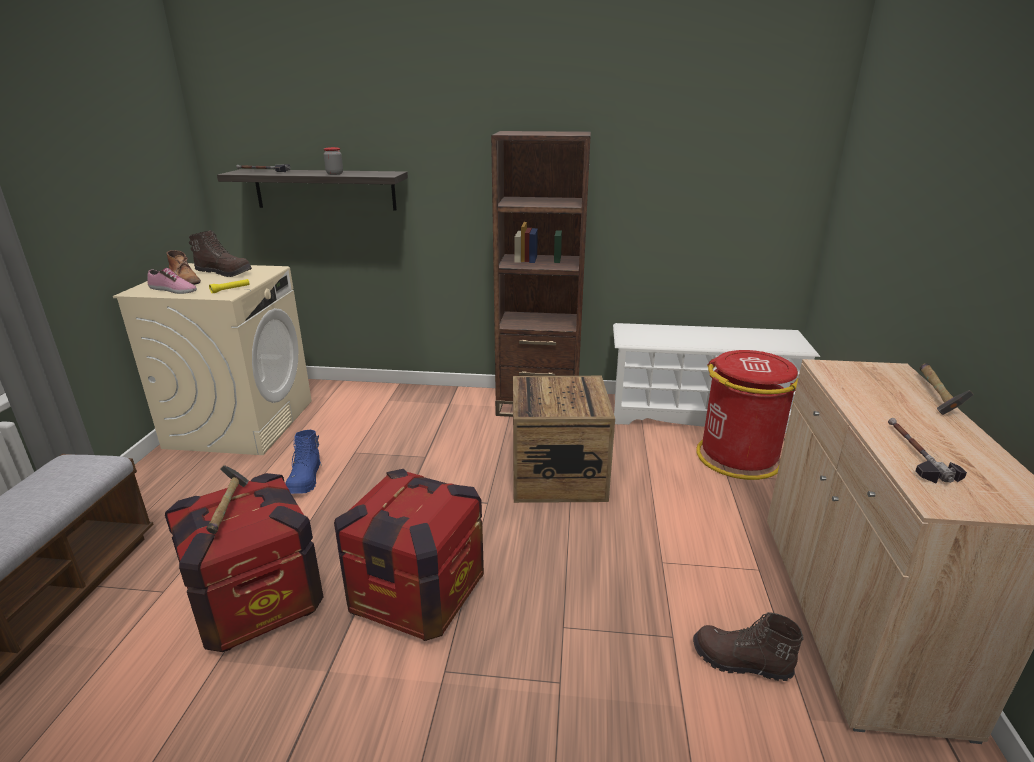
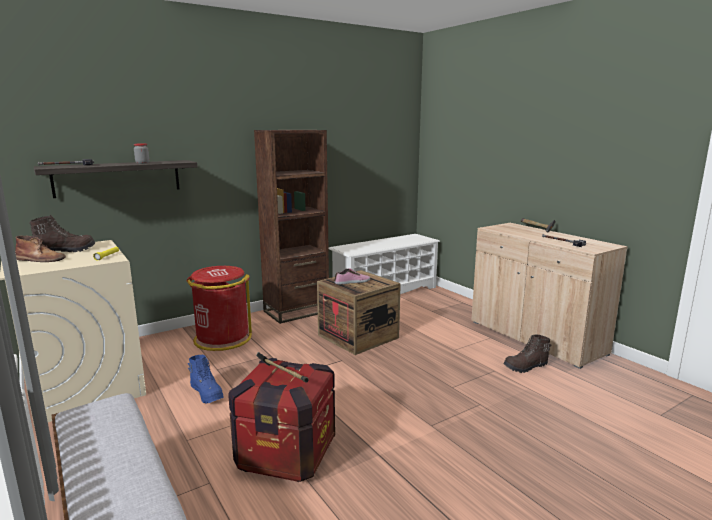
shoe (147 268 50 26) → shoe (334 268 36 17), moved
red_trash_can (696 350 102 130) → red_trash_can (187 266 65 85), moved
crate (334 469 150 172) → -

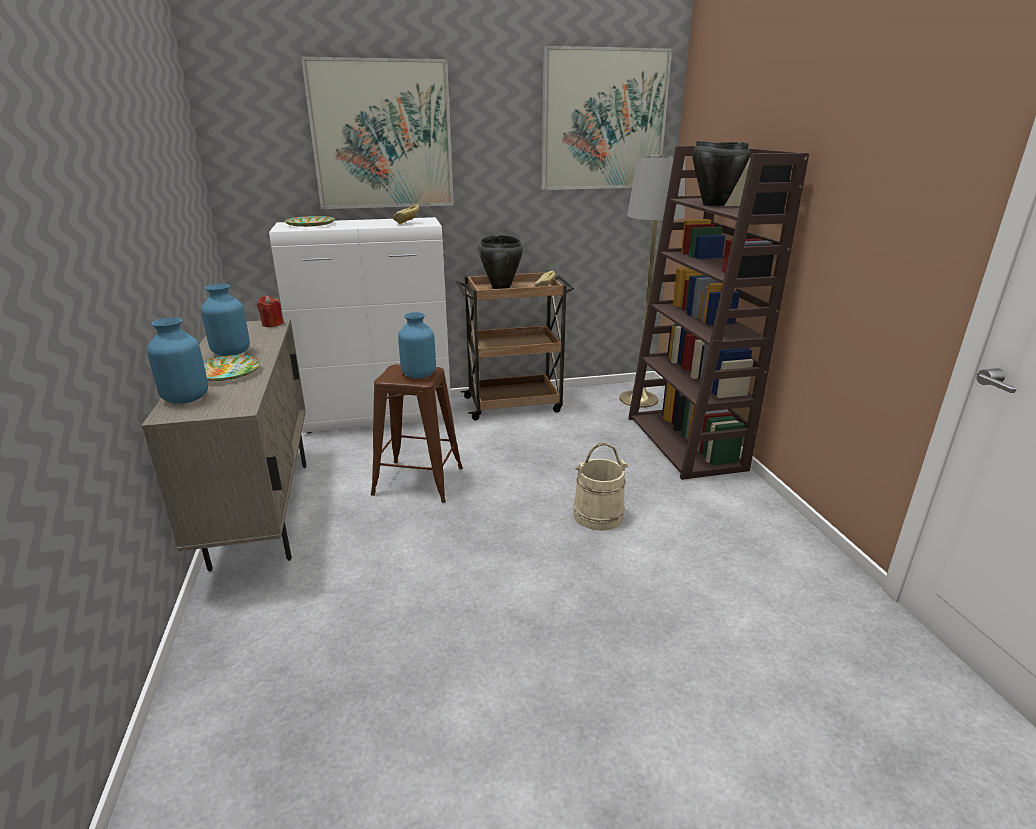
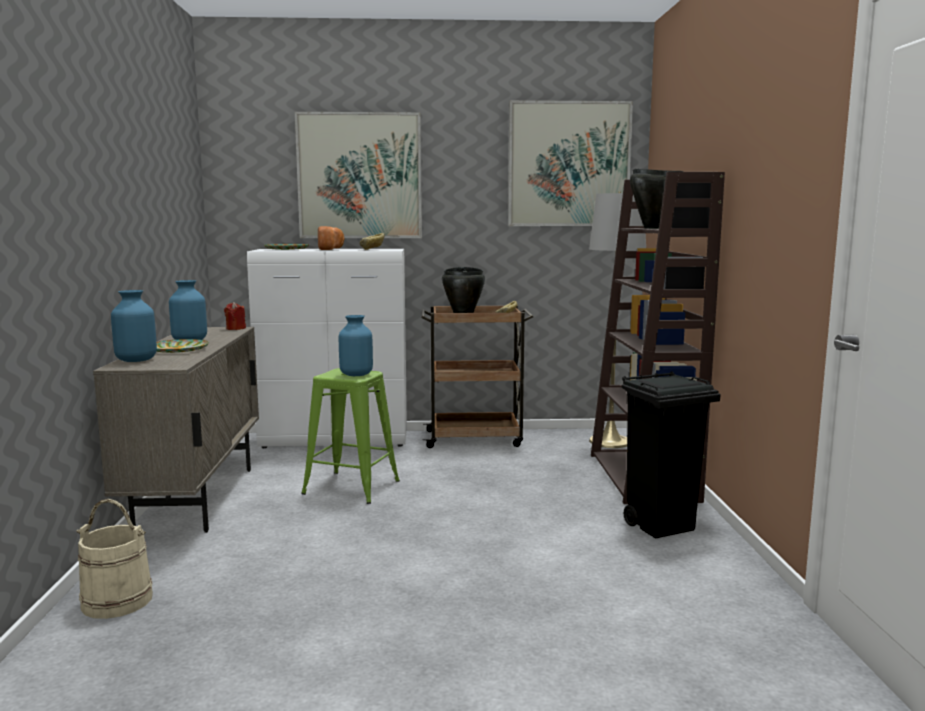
brown_stool (371 364 92 139) → green_stool (301 368 99 136)
beige_bucket (573 442 56 89) → beige_bucket (76 499 77 120), moved
- → bread (318 226 27 24)
- → black_trash_can (622 371 99 168)

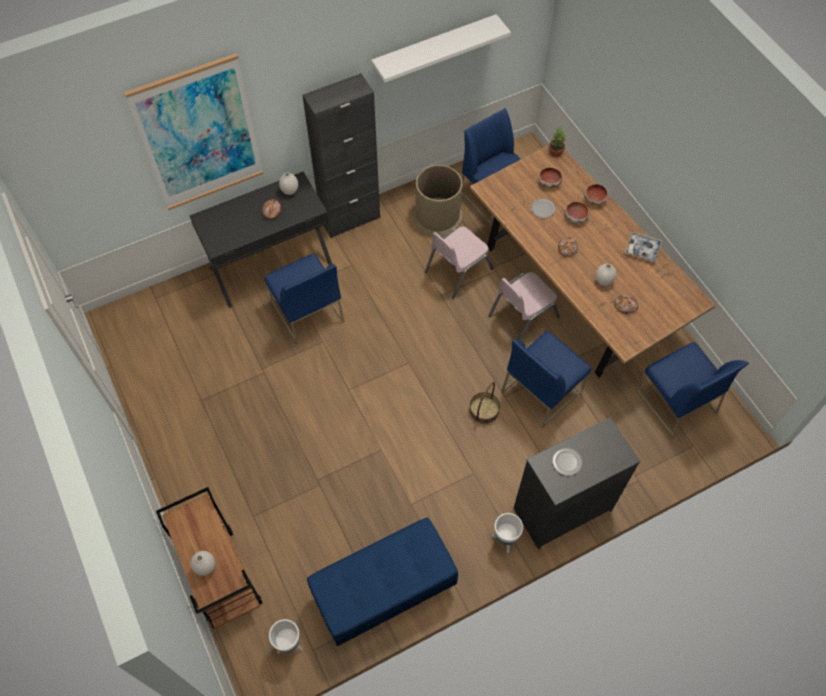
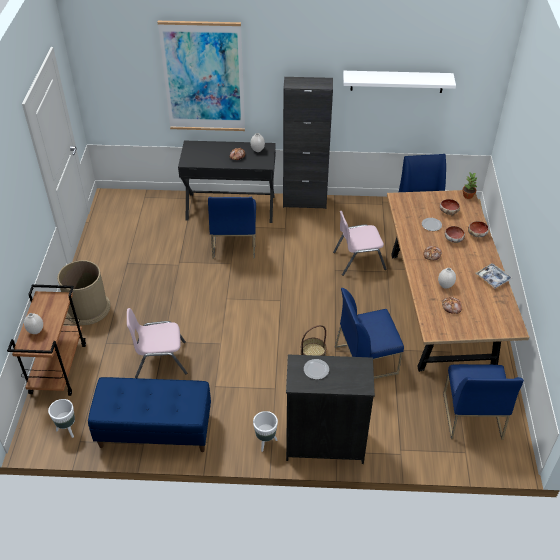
brown_trash_can (413 165 50 71) → brown_trash_can (57 260 54 65), moved
pink_chair (488 272 72 68) → pink_chair (127 308 60 70), moved

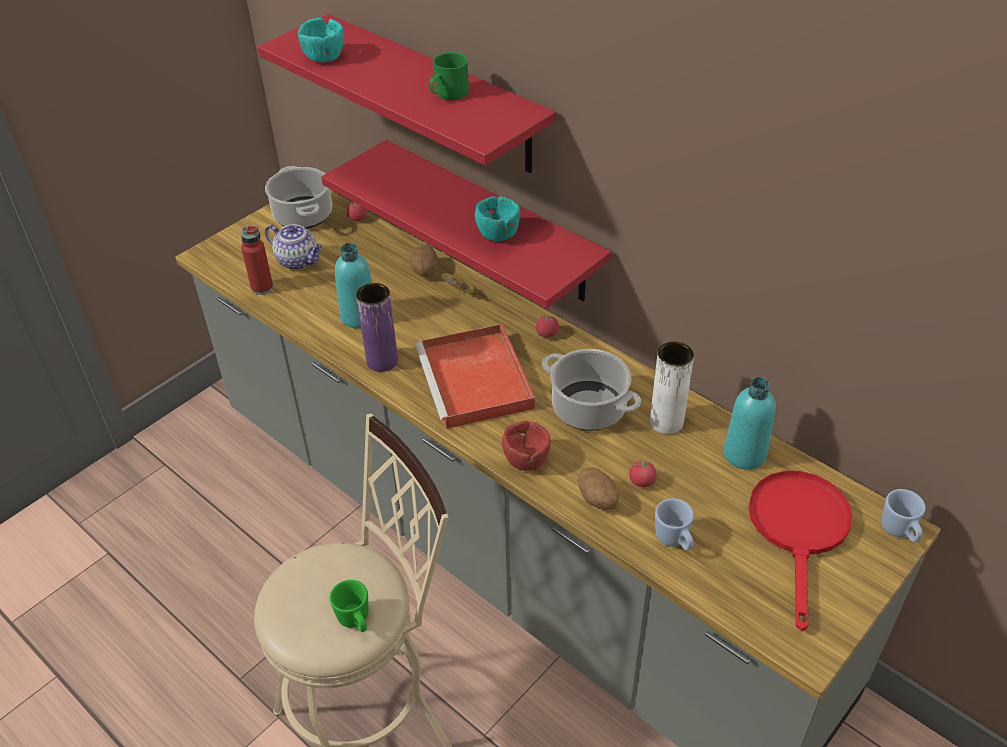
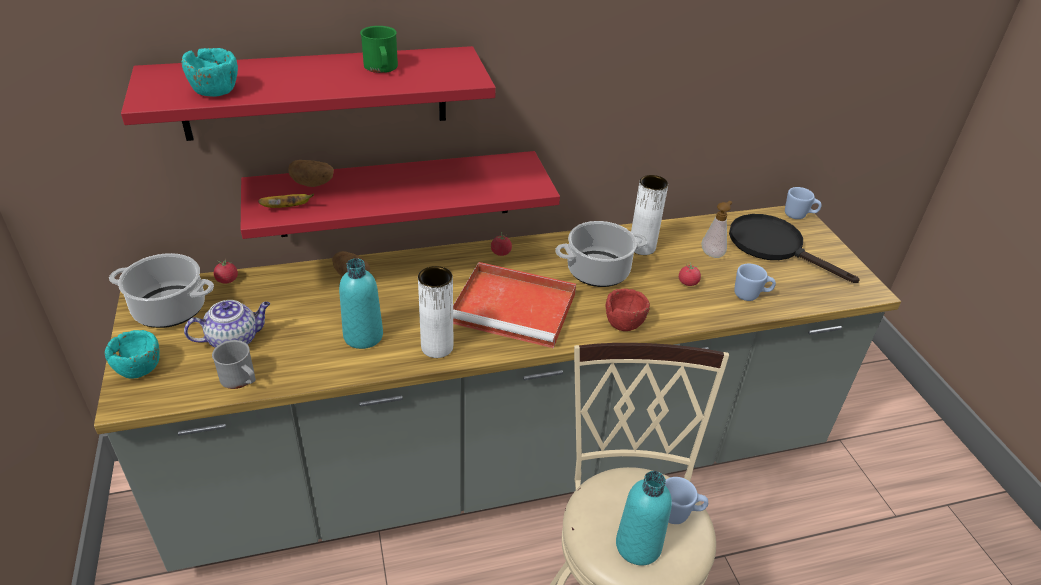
turquoise_bowl (475 196 45 45) → turquoise_bowl (105 330 55 49), moved
red_bottle (241 226 32 69) → grey_mug (212 340 44 49)
banana (441 273 36 22) → banana (258 194 56 14), moved
purple_vase (356 283 42 89) → white_vase (418 266 35 92)
turquoise_bottle (724 377 52 93) → turquoise_bottle (616 471 56 95), moved
potato (578 468 41 42) → potato (288 160 46 27), moved
red_frying_pan (748 471 105 160) → black_frying_pan (729 214 131 69)
green_mug (330 580 38 52) → blue_mug (665 477 43 47)
- → soap_dispenser (701 201 31 57)

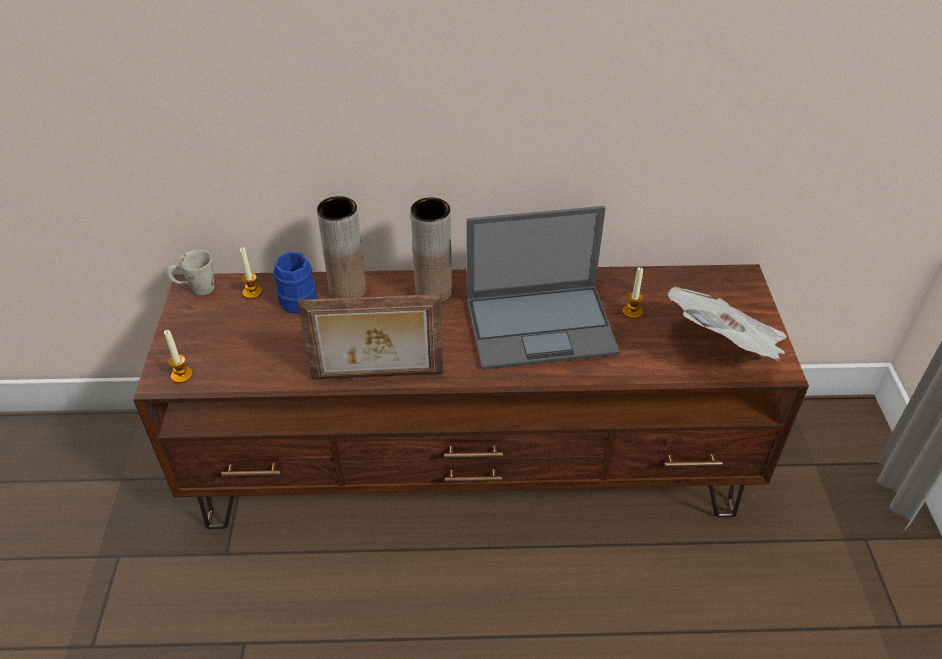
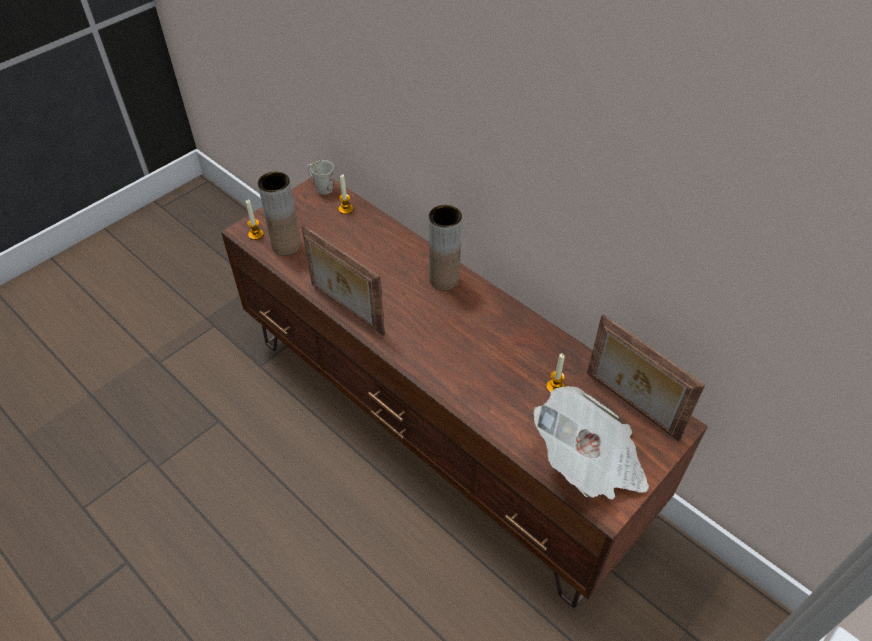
brown_vase (317 196 49 102) → brown_vase (258 172 43 84), moved
laptop (466 206 154 164) → -
blue_mug (273 252 44 62) → -
- → picture_frame (587 314 118 127)

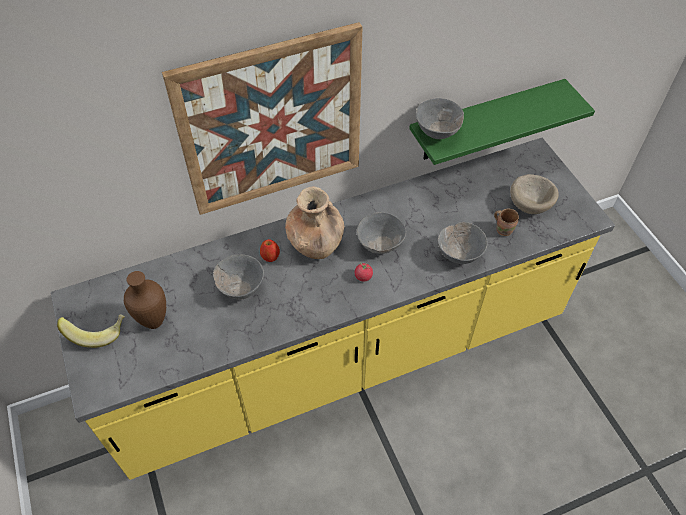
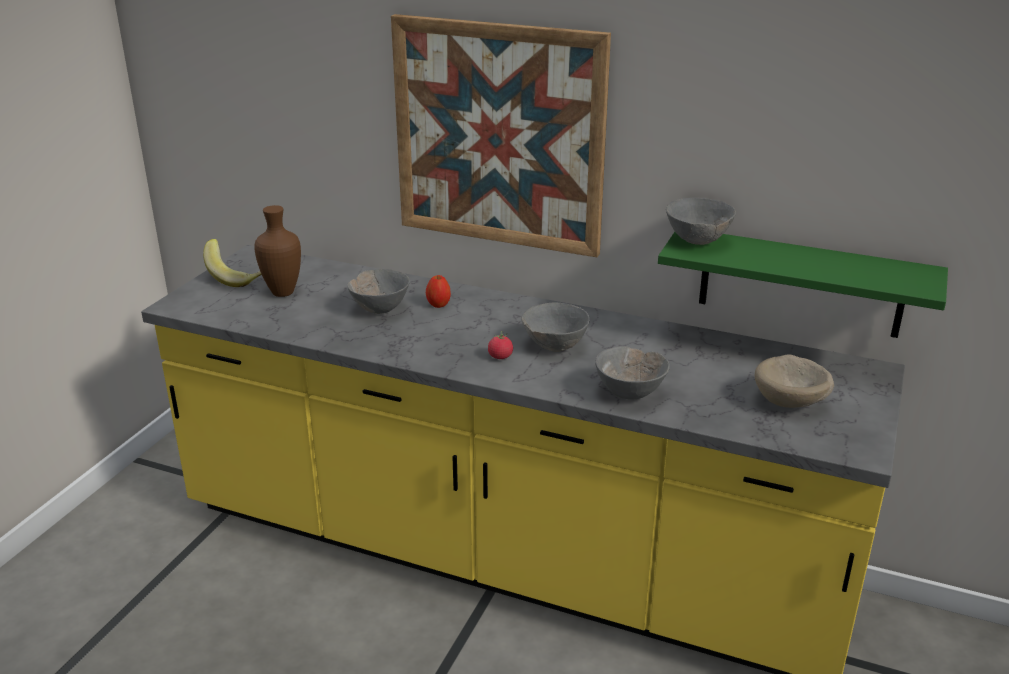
brown_vase (285 187 59 72) → -
brown_mug (494 208 25 28) → -

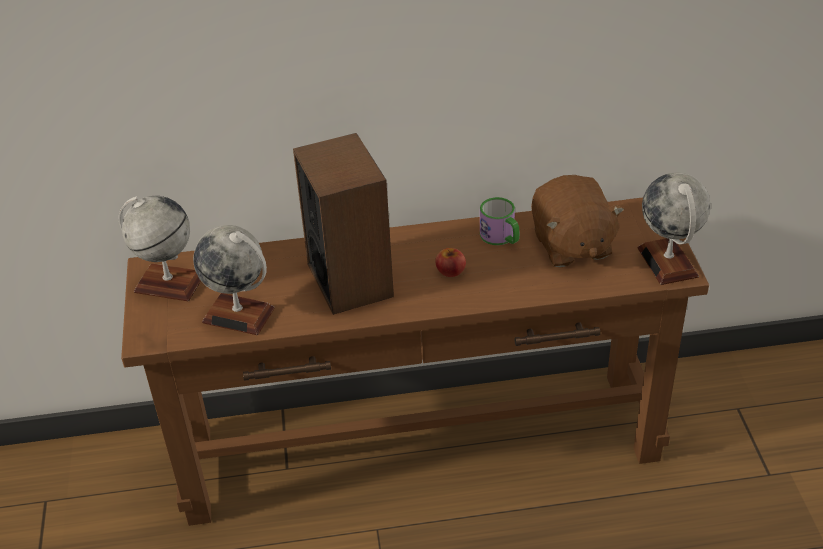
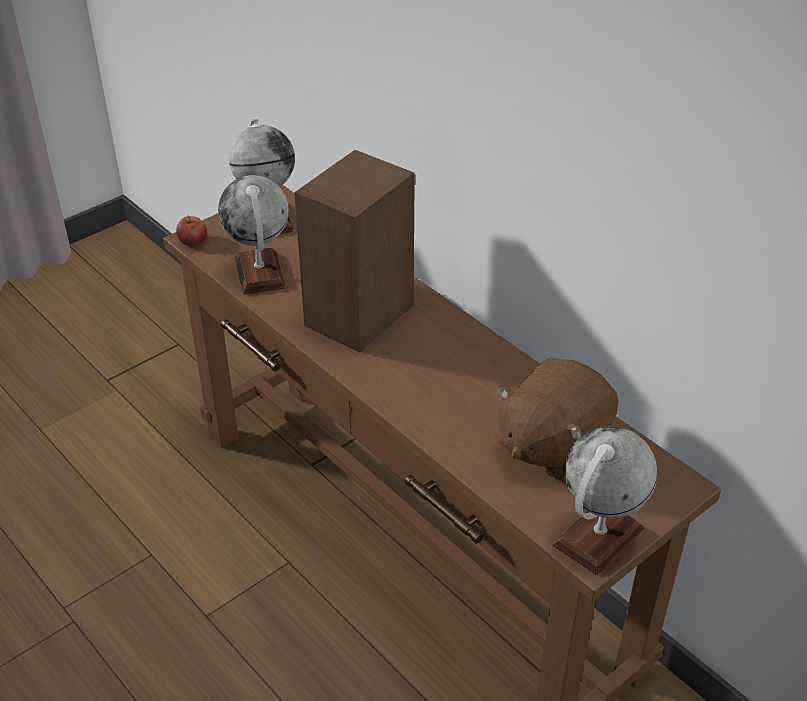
mug (480 197 40 48) → -
apple (435 248 31 29) → apple (176 216 31 30), moved

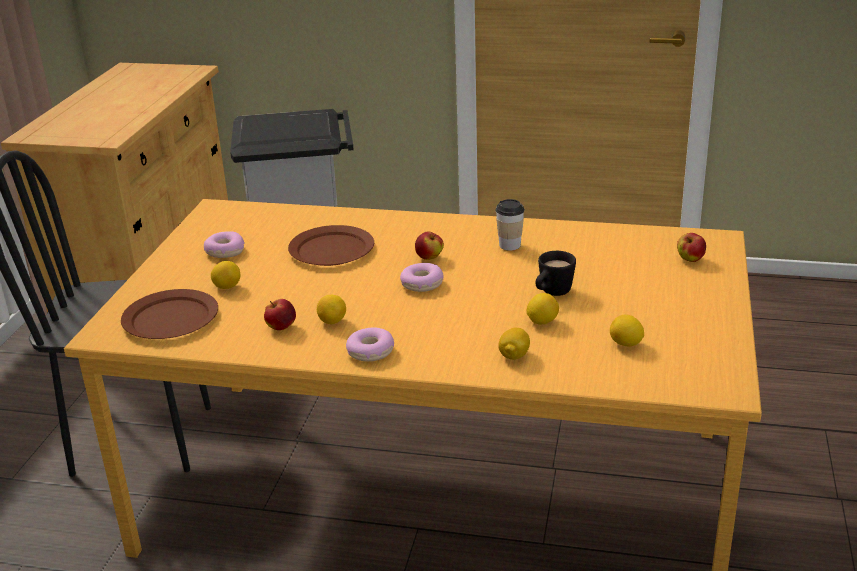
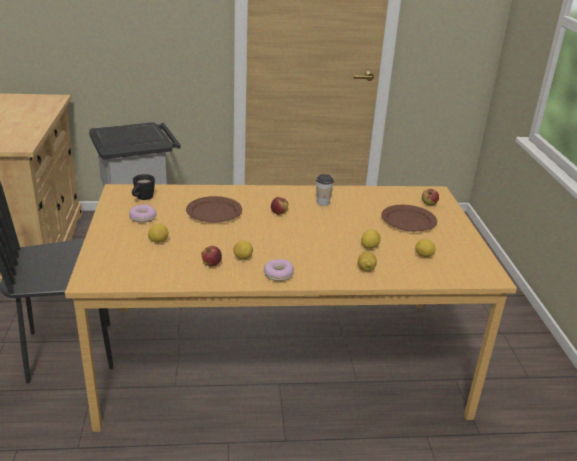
black_mug (535 251 41 45) → black_mug (132 174 23 26), moved
donut (400 263 44 29) → -
brown_plate (121 289 97 50) → brown_plate (381 205 56 27), moved

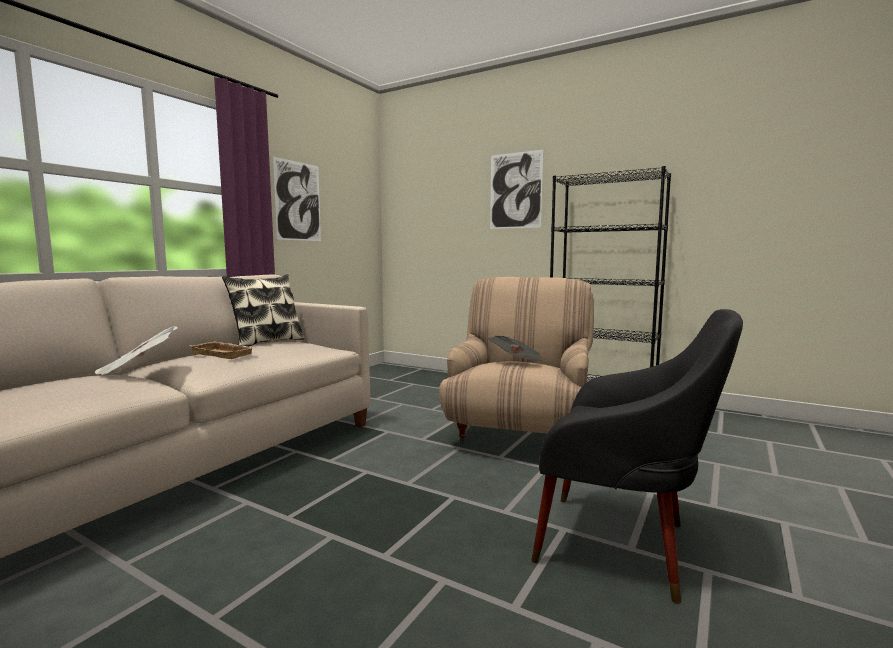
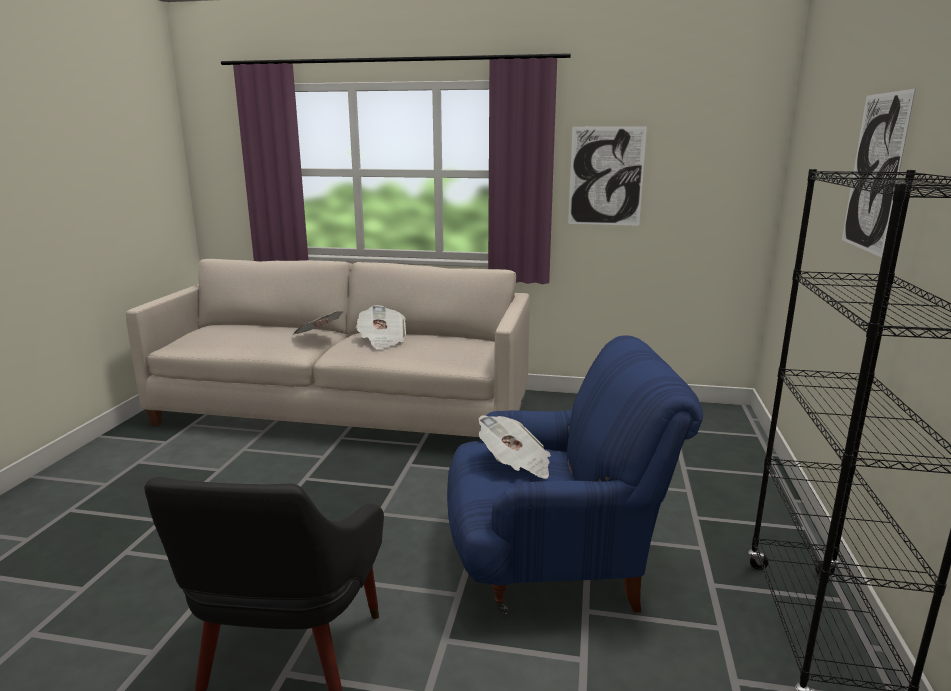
pillow (222 274 83 73) → -
beige_armchair (439 277 155 167) → blue_armchair (447 336 256 278)
beige_tray (190 341 66 18) → newspaper (356 305 50 44)

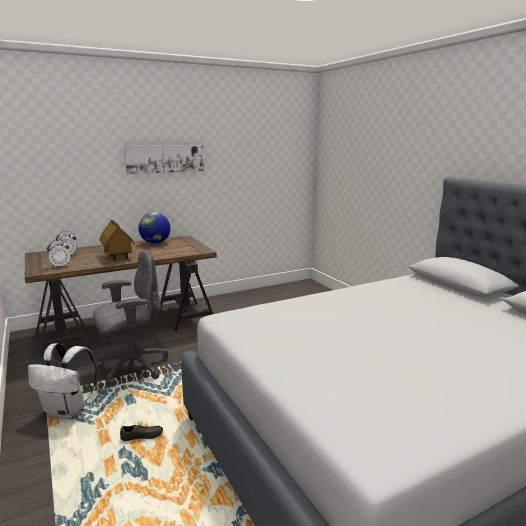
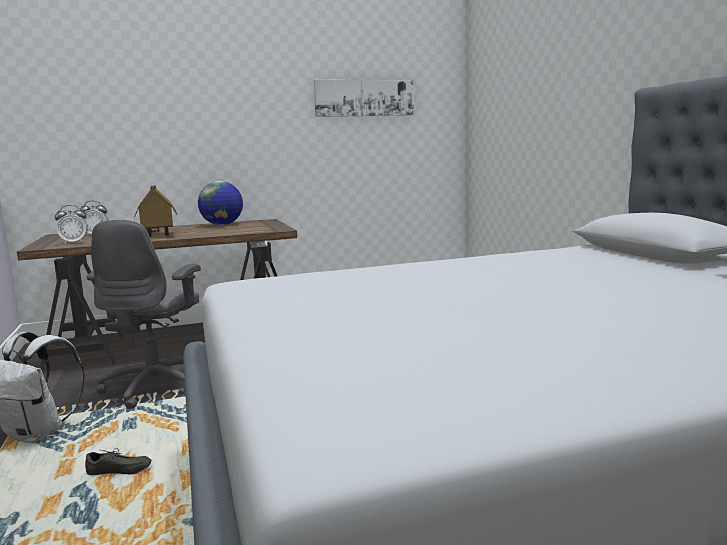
picture (124 145 80 29) → picture (314 80 100 37), moved
grey_office_chair (93 251 76 135) → grey_office_chair (86 220 115 189), 120 degrees clockwise

